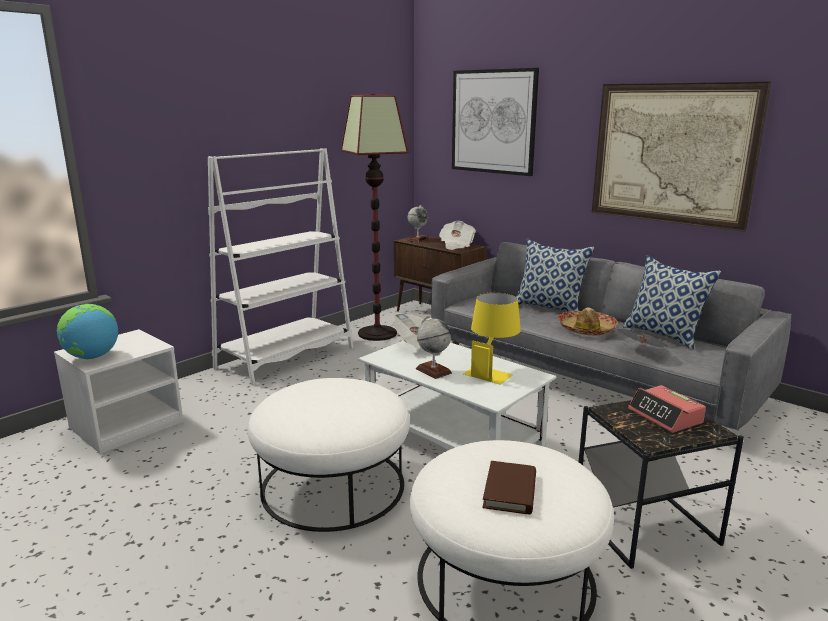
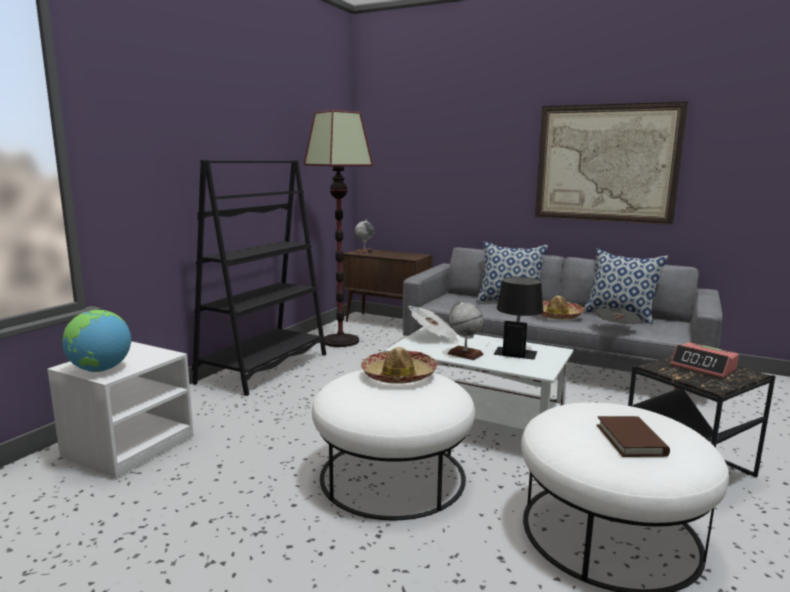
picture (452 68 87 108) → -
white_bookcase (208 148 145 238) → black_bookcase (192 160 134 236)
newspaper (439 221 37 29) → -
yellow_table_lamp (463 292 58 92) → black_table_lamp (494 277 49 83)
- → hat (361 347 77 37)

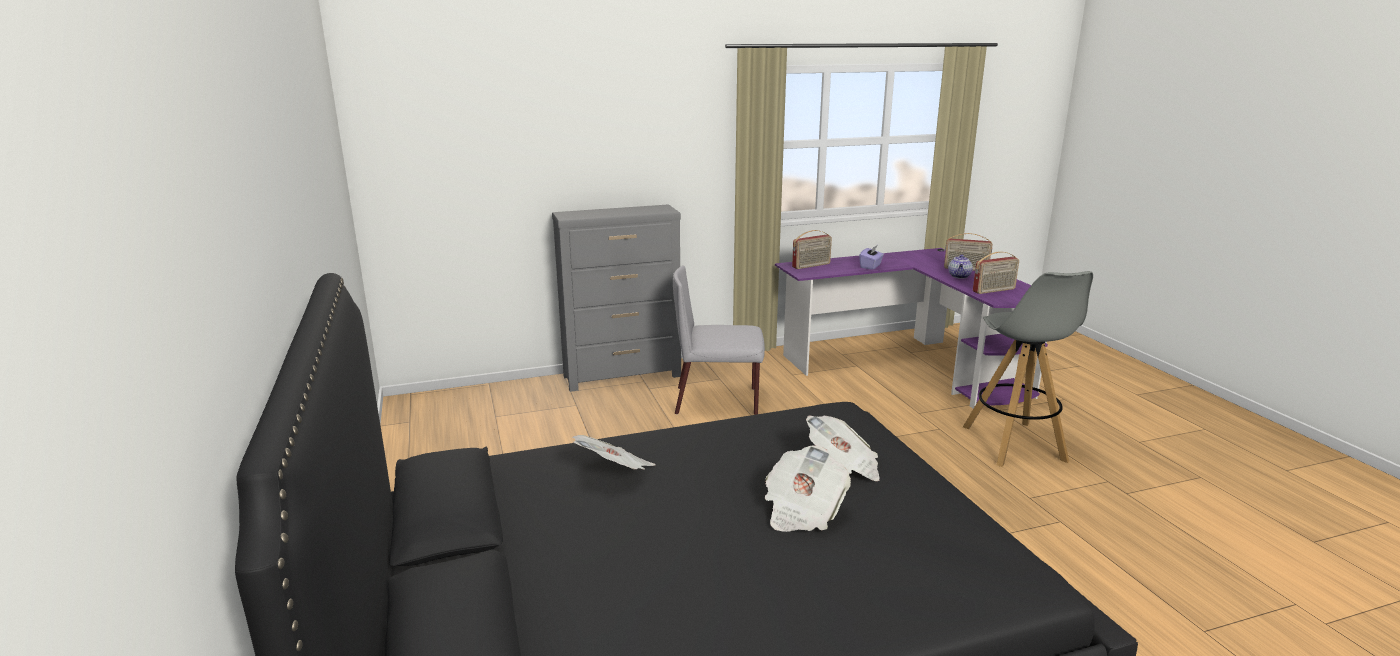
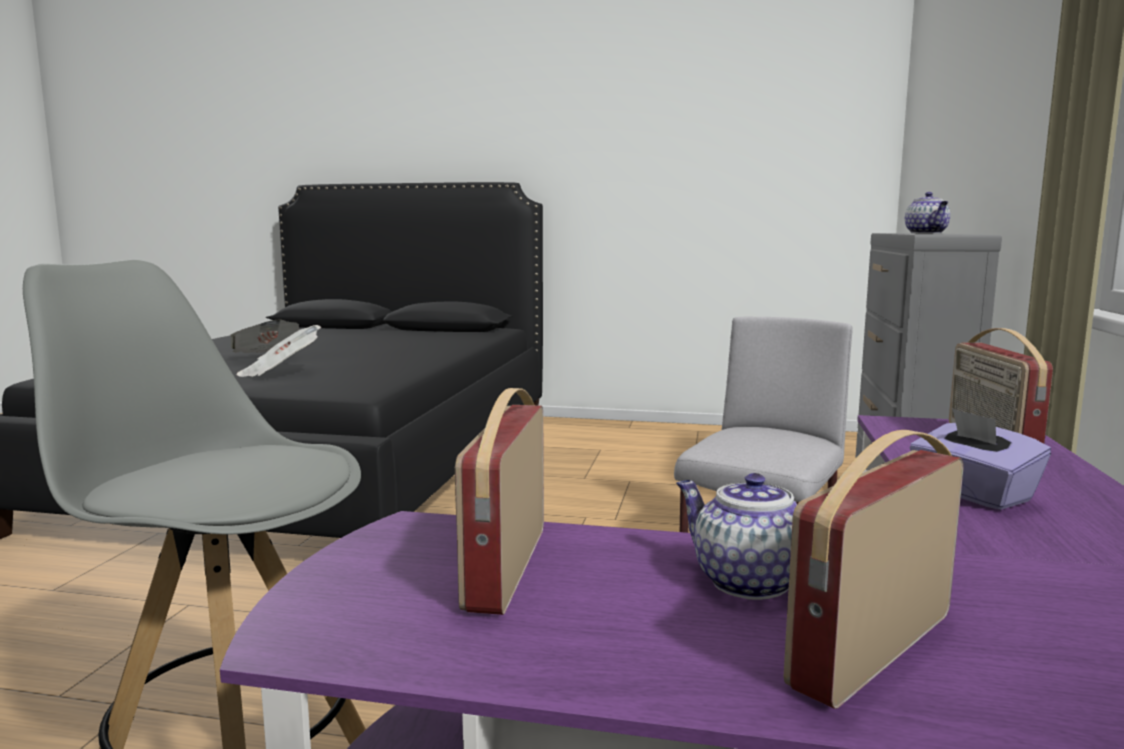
newspaper (572 435 84 35) → -
- → teapot (905 192 45 42)

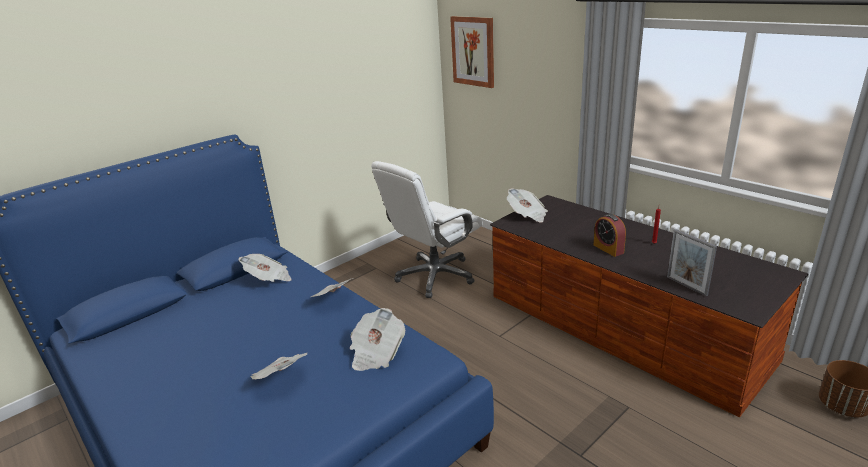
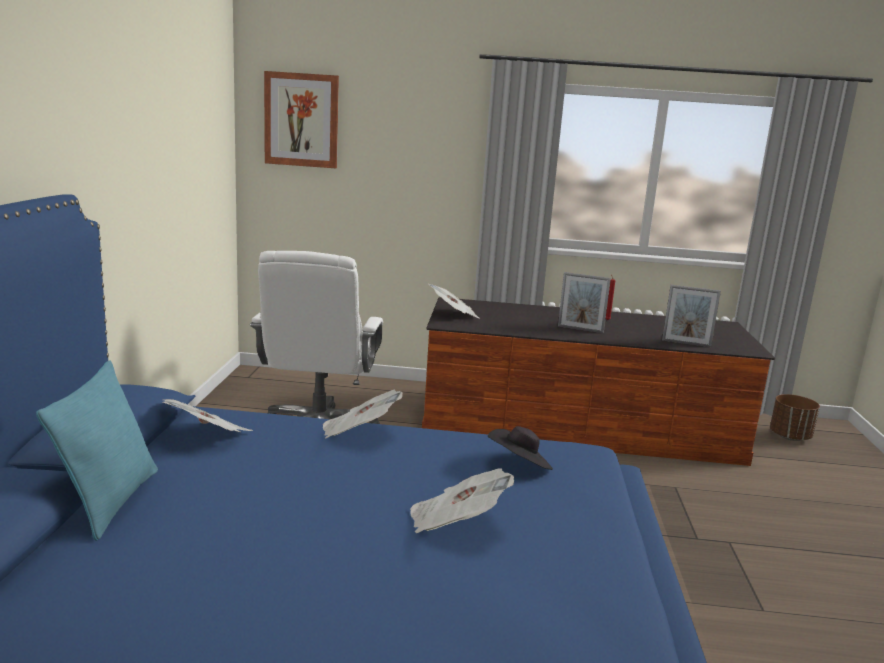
alarm_clock (594 214 32 43) → picture_frame (558 272 53 61)
newspaper (350 308 55 63) → black_hat (488 426 65 44)
- → turquoise_pillow (36 360 122 181)

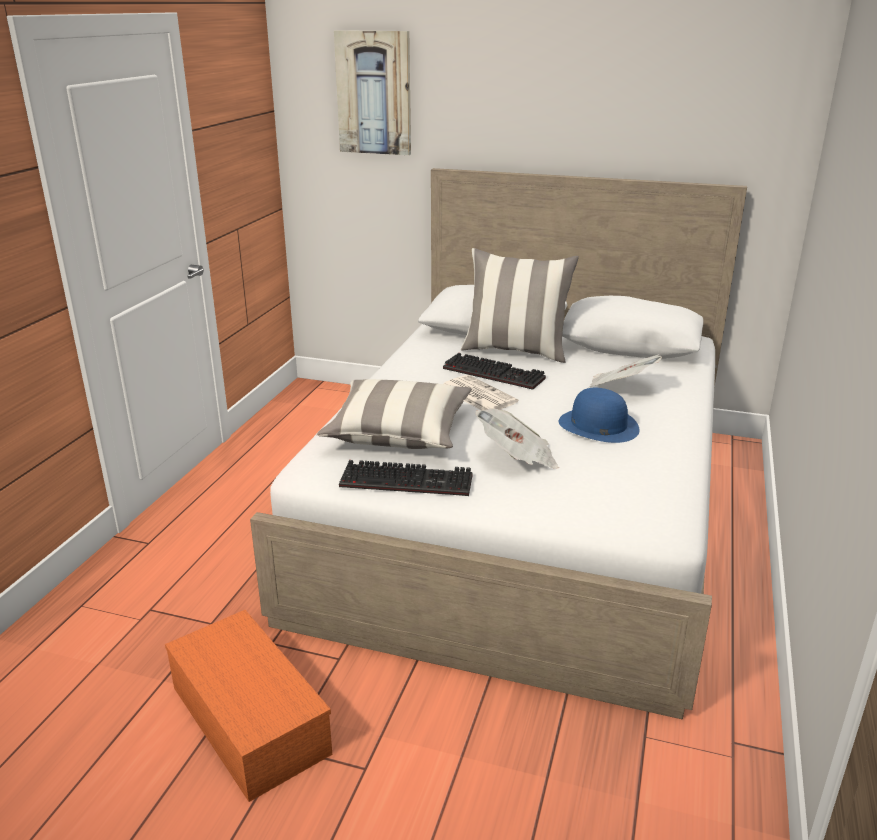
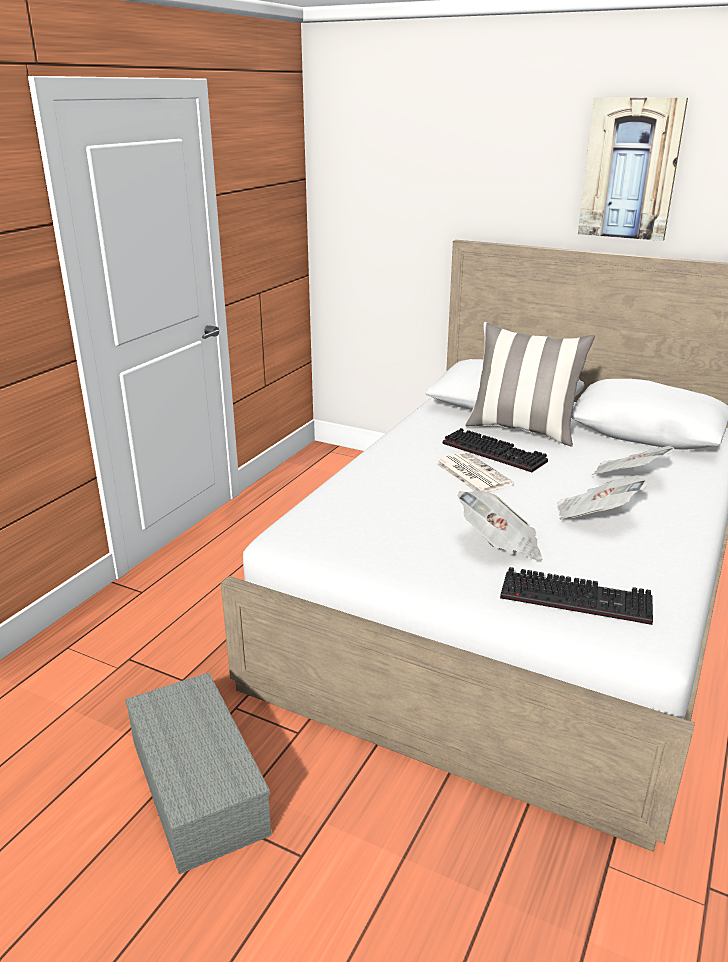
picture (334 30 77 125) → picture (578 97 110 144), moved
pillow (316 379 156 70) → -
blue_hat (559 388 81 55) → newspaper (557 475 90 45)
keyboard (339 460 134 36) → keyboard (500 567 153 58), moved
orange_storage_box (165 610 167 192) → grey_storage_box (125 672 146 202)

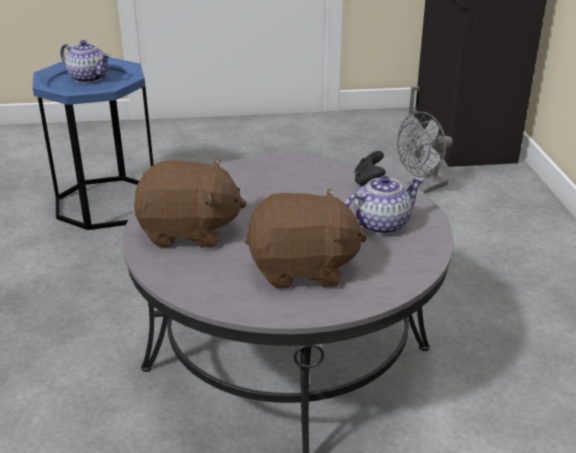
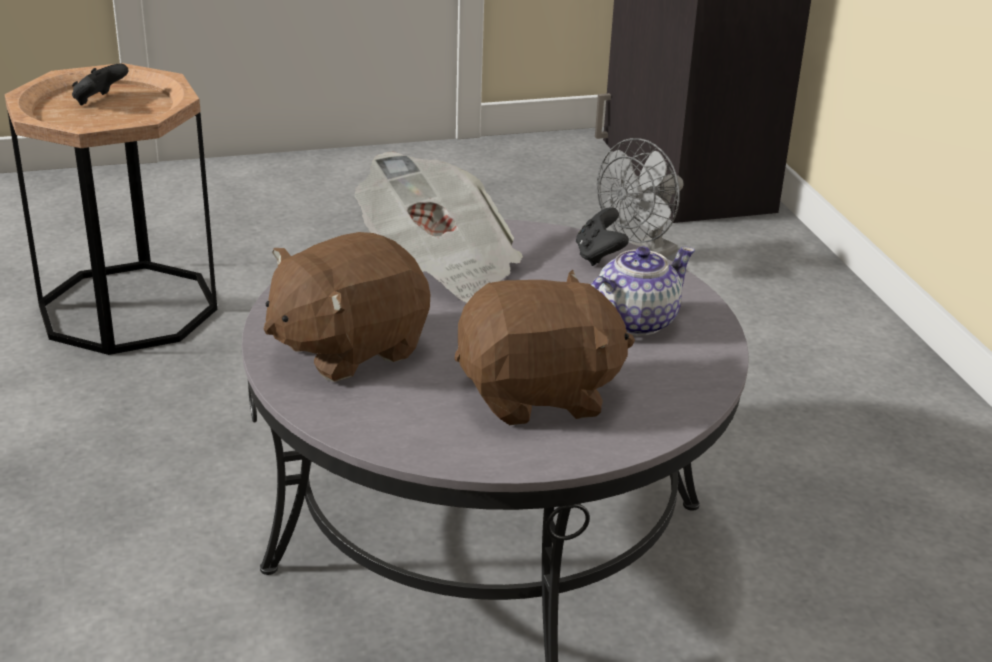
teapot (60 40 51 43) → black_game_controller (72 64 56 41)
blue_side_table (32 57 122 173) → brown_side_table (5 63 212 292)
brown_plush_toy (134 158 113 90) → brown_plush_toy (264 232 166 150), 150 degrees clockwise
- → newspaper (355 151 168 152)

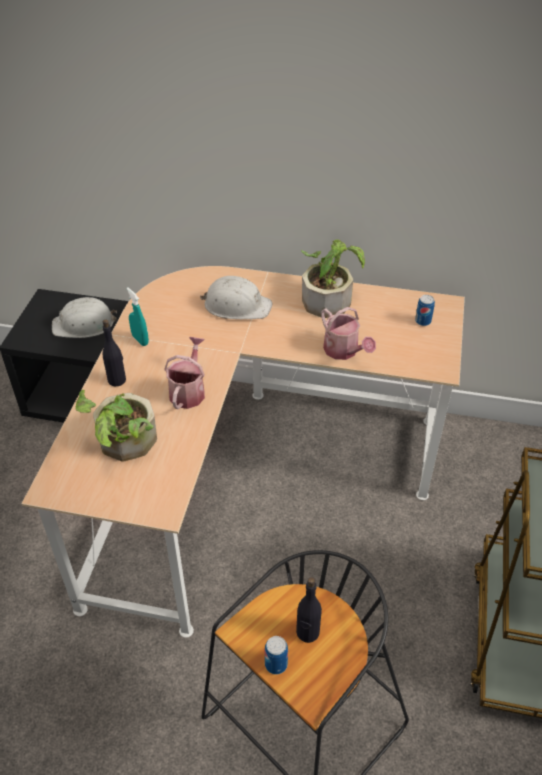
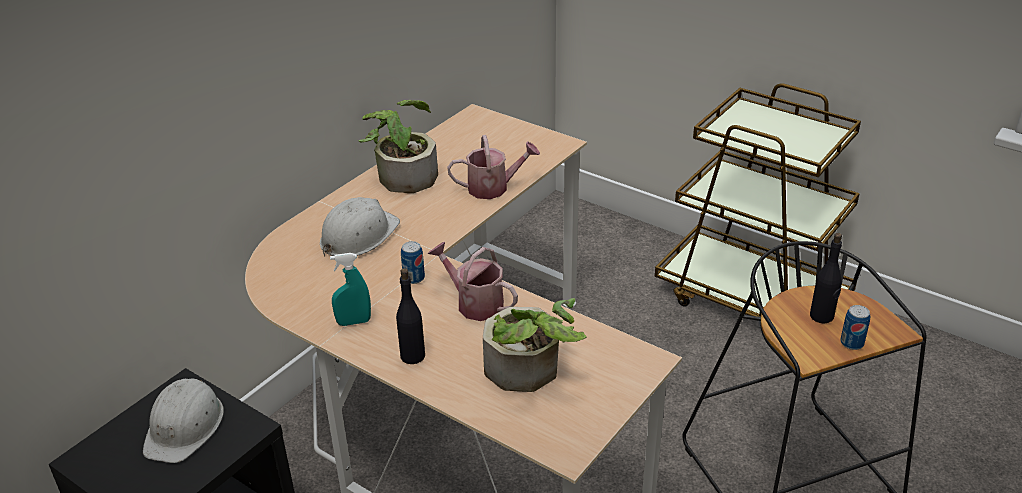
can (415 295 20 31) → can (401 241 24 43), moved

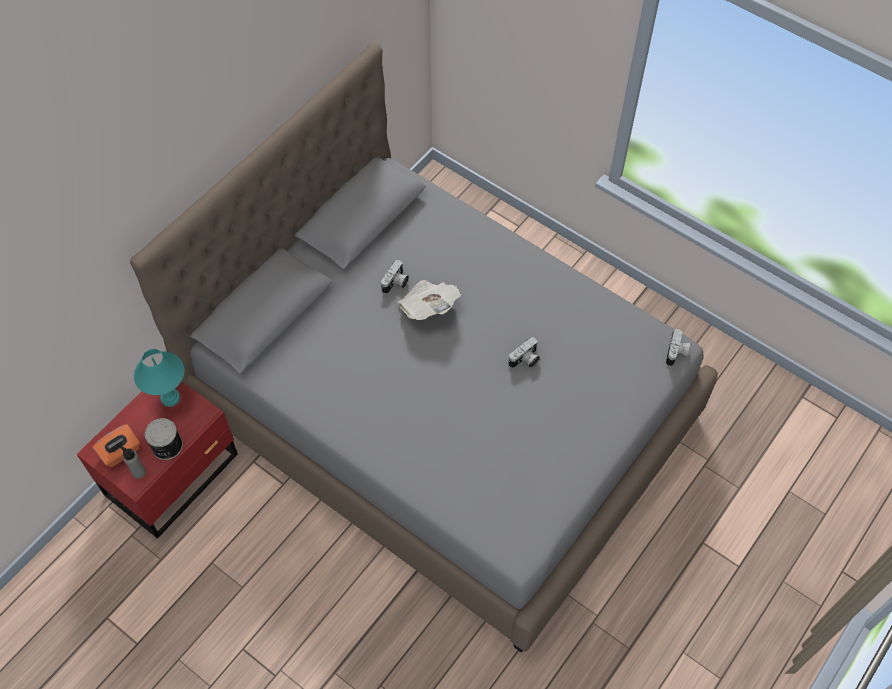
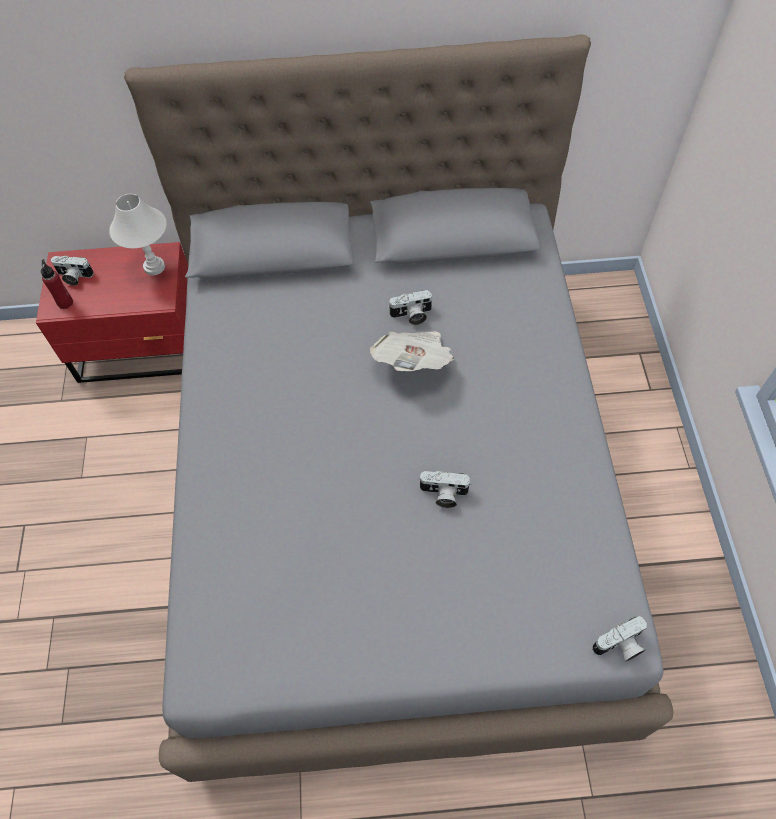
turquoise_table_lamp (134 349 50 58) → white_table_lamp (109 194 58 81)
can (145 418 38 42) → -
orange_tissue_box (93 424 47 43) → photo_camera (51 256 43 30)
grey_bottle (120 446 26 33) → red_bottle (40 259 33 50)

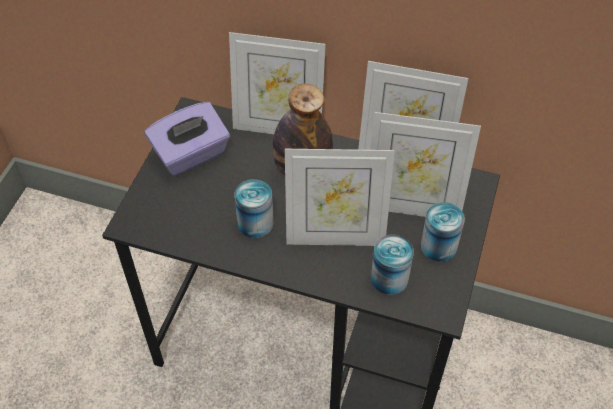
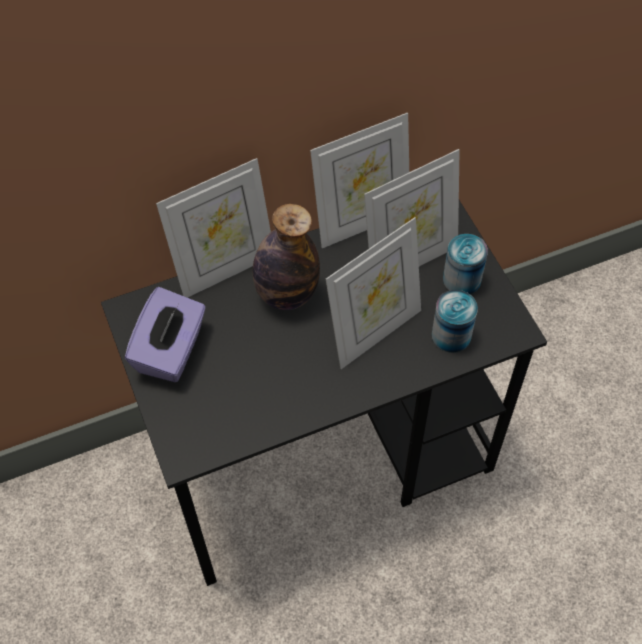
can (234 179 40 59) → -

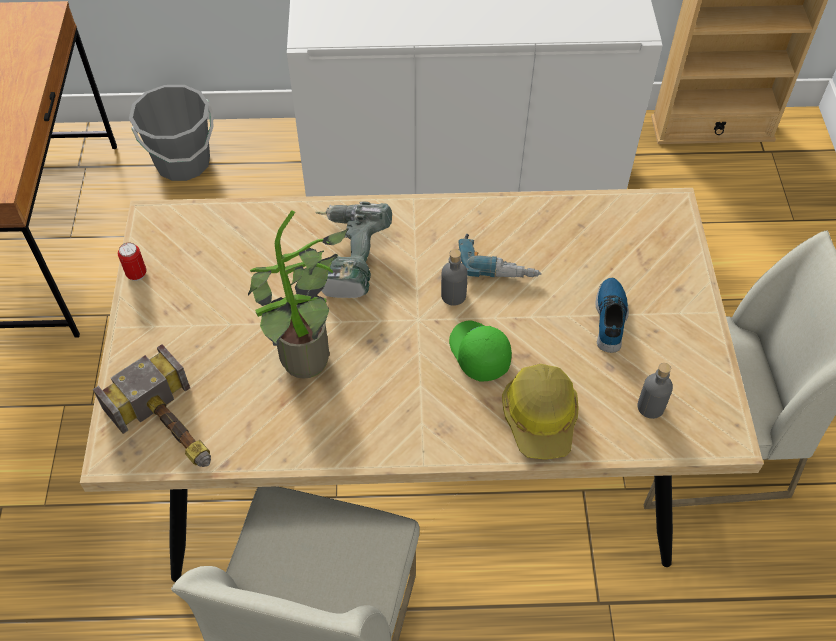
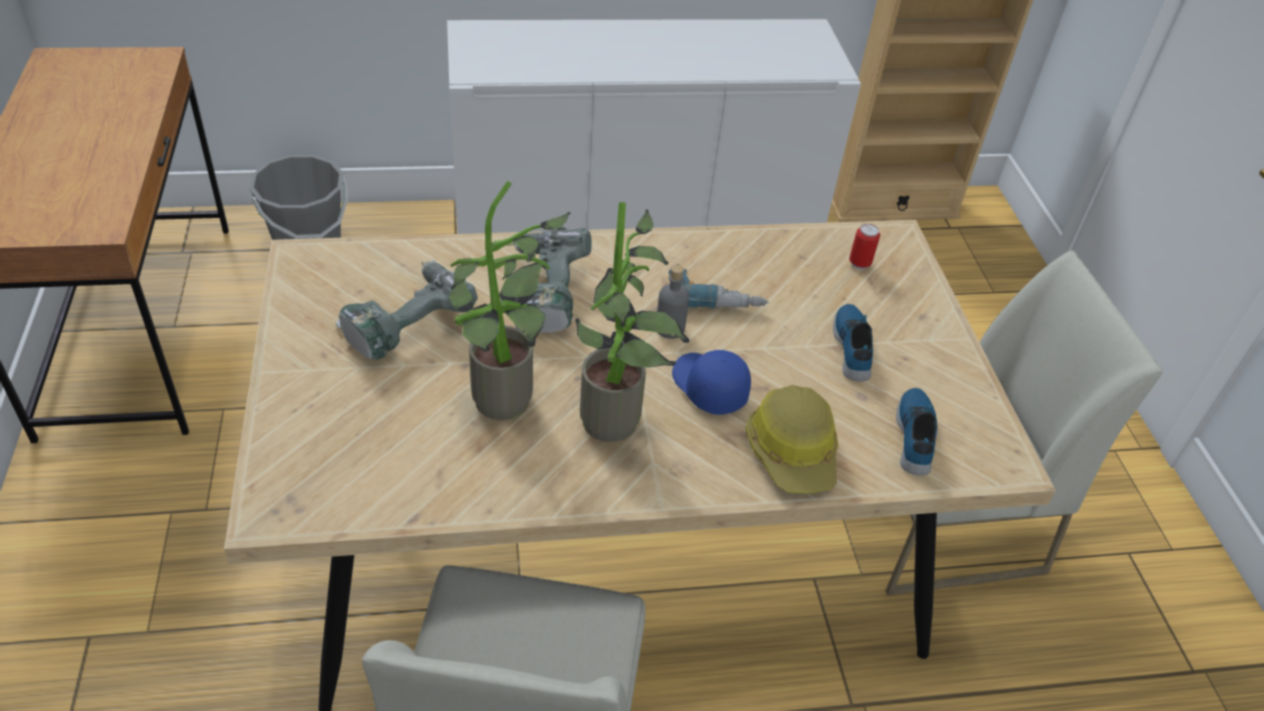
can (118 243 28 38) → can (849 224 31 46), moved
green_cap (449 321 63 61) → blue_cap (672 350 79 65)
hammer (93 344 118 123) → -
grey_bottle (637 363 36 56) → shoe (896 388 42 88)
- → potted_plant (575 202 114 240)
- → power_drill (336 260 142 100)

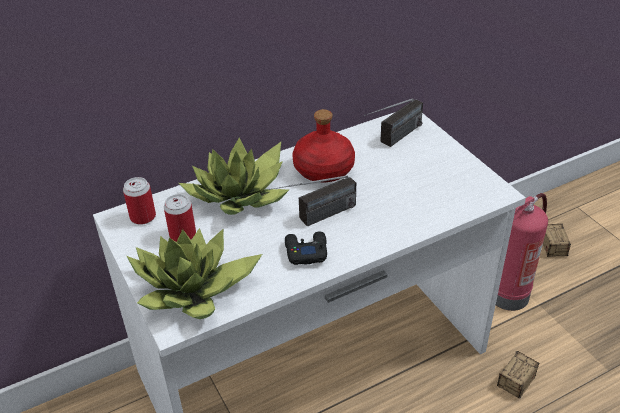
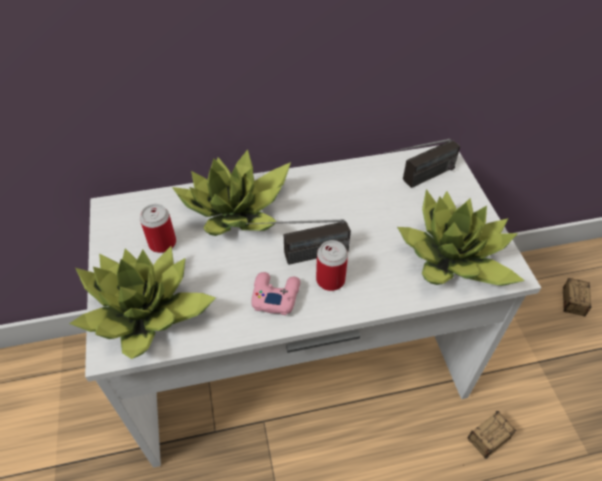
red_bottle (292 109 63 73) → -
can (123 177 33 48) → can (316 240 32 51), moved
fire_extinguisher (496 193 52 118) → -
black_game_controller (285 231 42 34) → pink_game_controller (251 272 49 43)
- → potted_plant (397 189 128 97)

